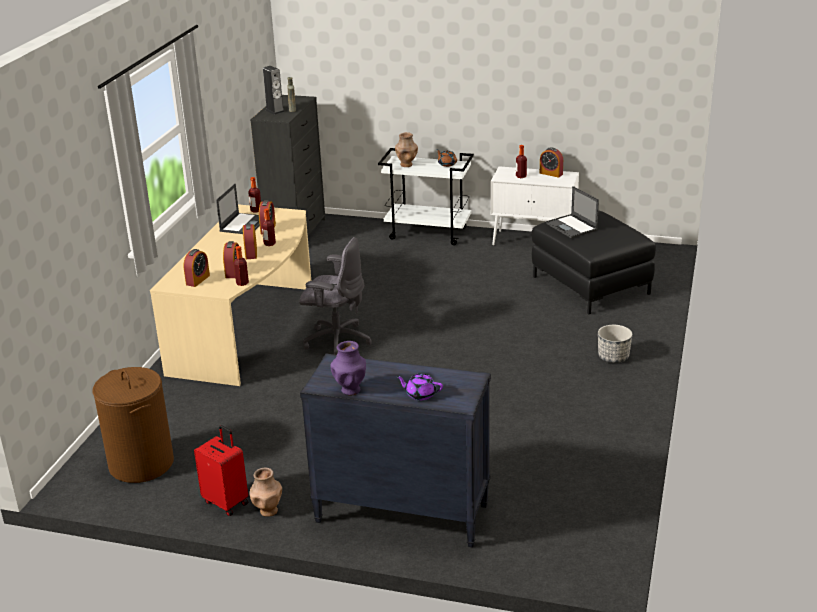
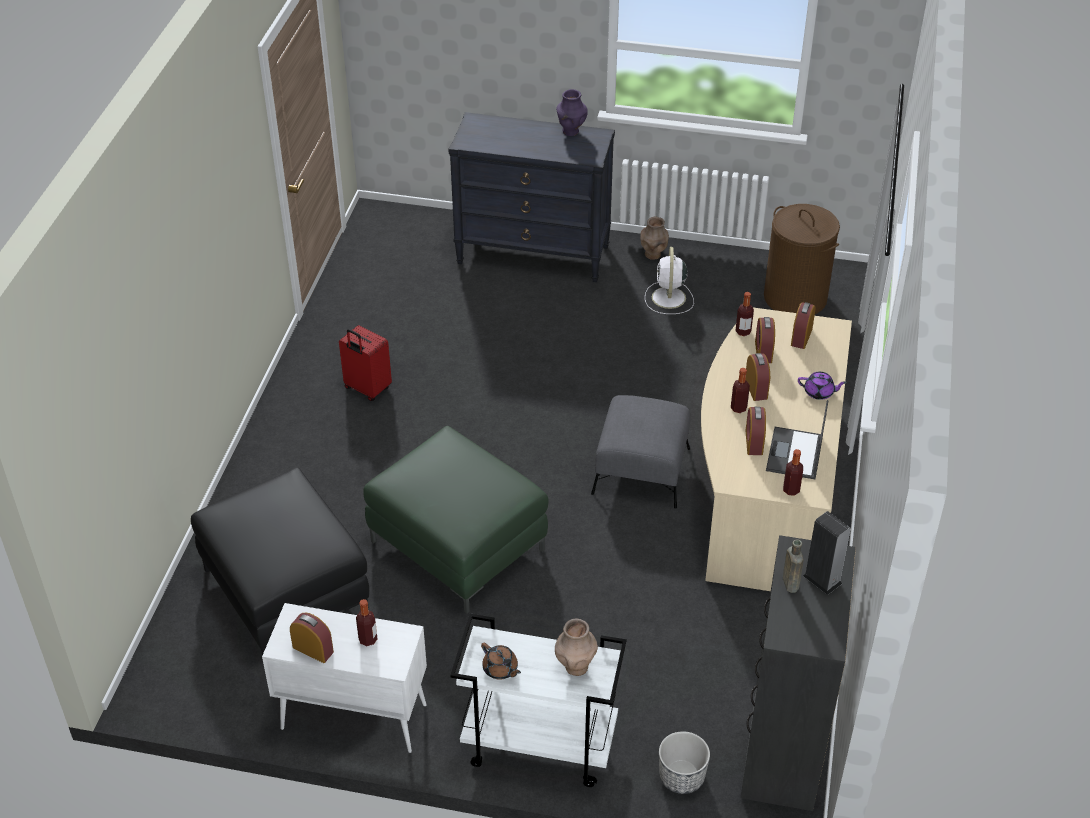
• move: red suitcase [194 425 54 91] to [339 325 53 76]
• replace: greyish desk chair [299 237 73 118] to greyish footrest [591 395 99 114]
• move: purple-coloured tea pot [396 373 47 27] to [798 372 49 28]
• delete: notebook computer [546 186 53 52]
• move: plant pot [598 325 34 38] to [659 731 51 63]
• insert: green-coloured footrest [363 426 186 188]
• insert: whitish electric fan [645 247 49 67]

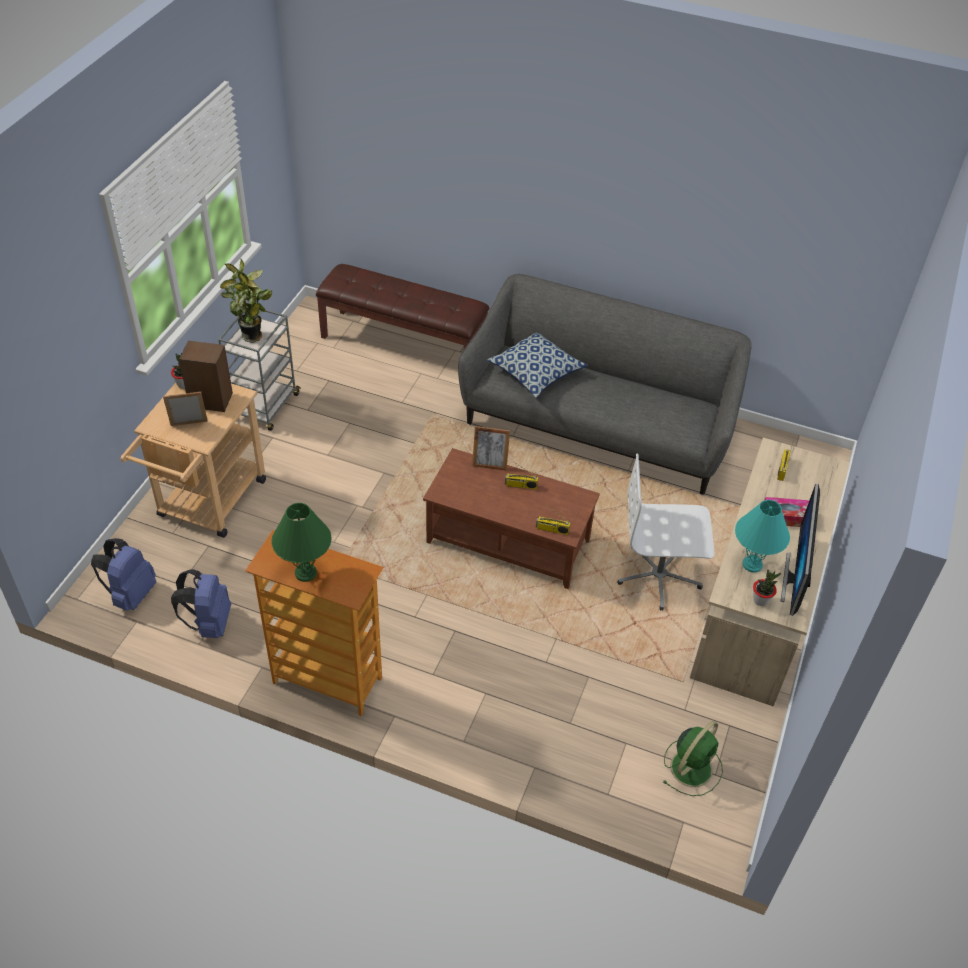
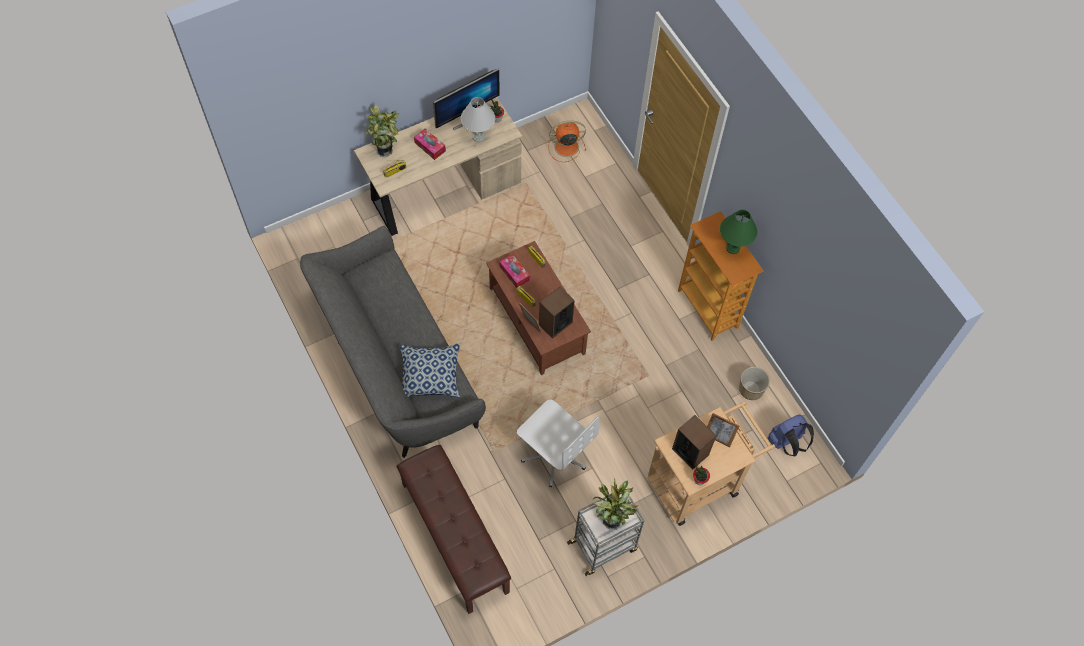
• replace: bluish rucksack [171 569 60 69] to plant pot [739 367 31 33]
• move: whitish desk chair [617 454 98 157] to [517 400 82 87]
• recolor: green-coloured electric fan [663 721 60 75] to orange electric fan [548 121 38 41]
• recolor: turquoise-coloured tabletop lamp [735 500 55 72] to whitish tabletop lamp [461 97 34 45]
• insert: potted plant [365 104 34 53]
• insert: tissue holder [500 254 30 34]
• insert: speaker [539 286 36 53]

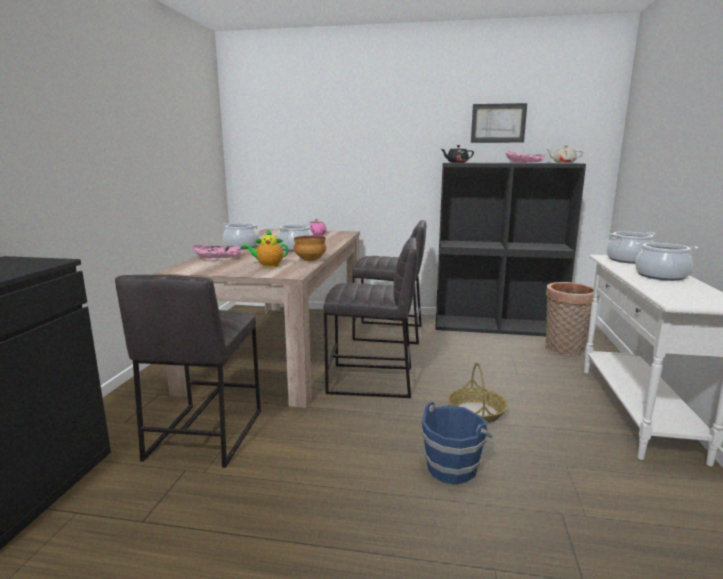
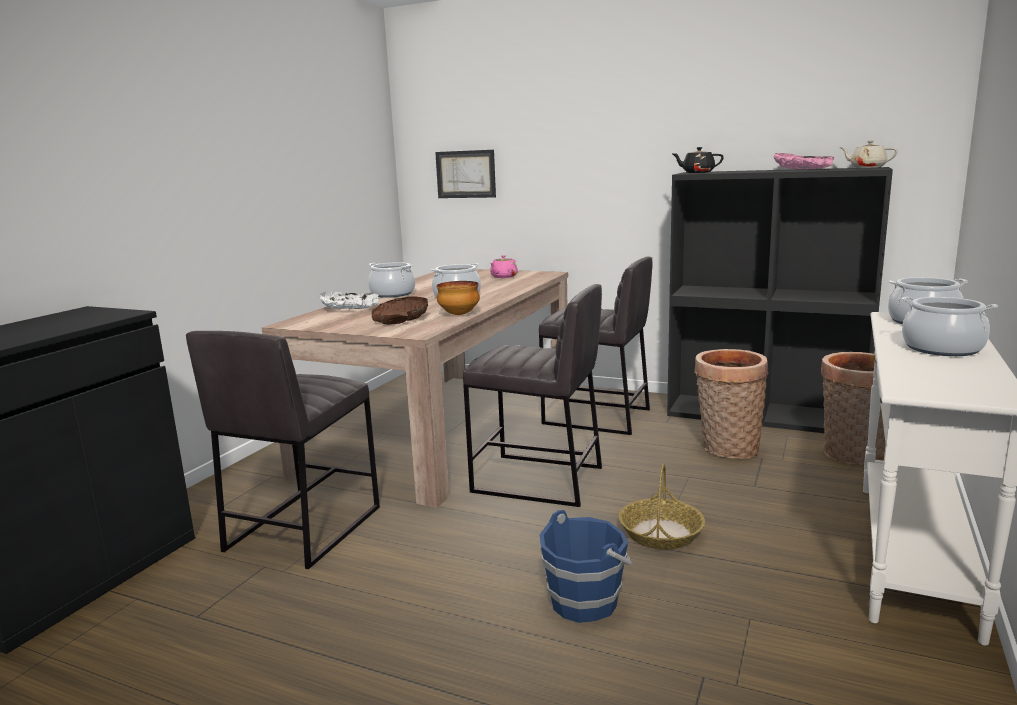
• recolor: pink bowl [193 245 48 14] to whitish bowl [320 292 59 17]
• replace: tea pot [242 230 46 38] to brownish bowl [372 297 56 28]
• move: picture [471 103 56 40] to [435 150 61 48]
• insert: storage basket [695 349 74 110]

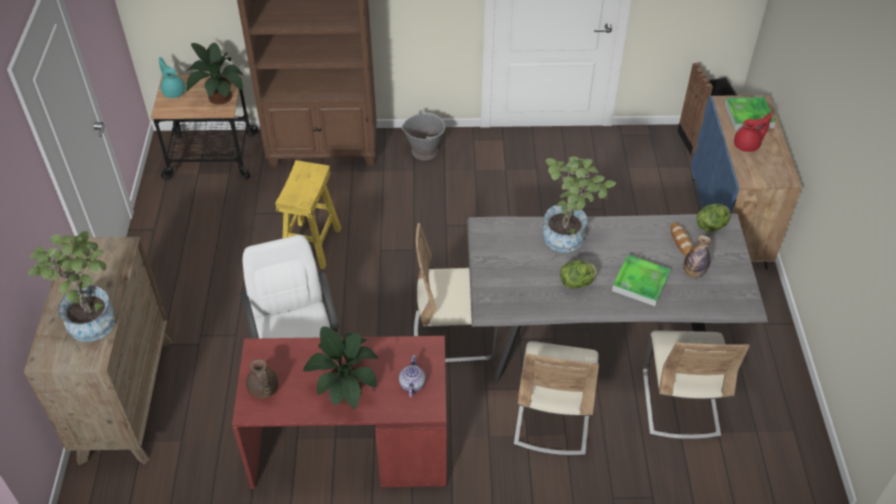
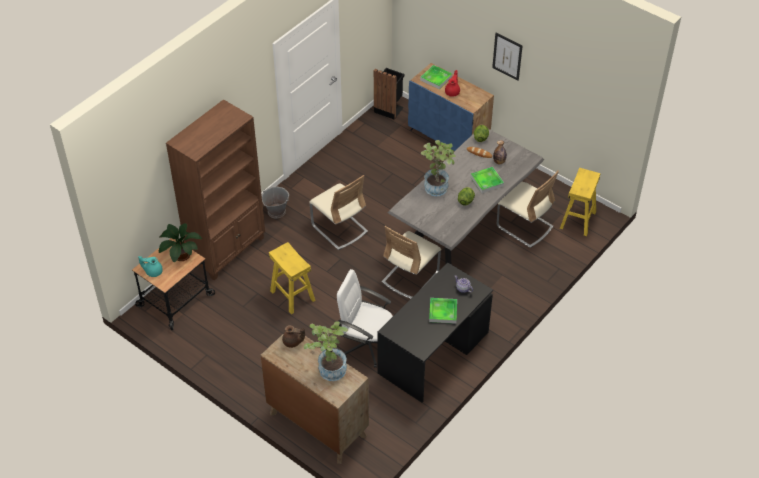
• recolor: red desk unit [232 336 215 153] to black desk unit [378 263 115 140]
• move: brownish tea pot [246 359 32 40] to [282 325 23 23]
• replace: potted plant [303 326 76 83] to tray [429 298 28 26]
• move: beige upright chair [514 341 85 115] to [309 175 59 75]
• insert: picture [492 33 31 48]
• insert: yellowish stool [560 168 40 68]

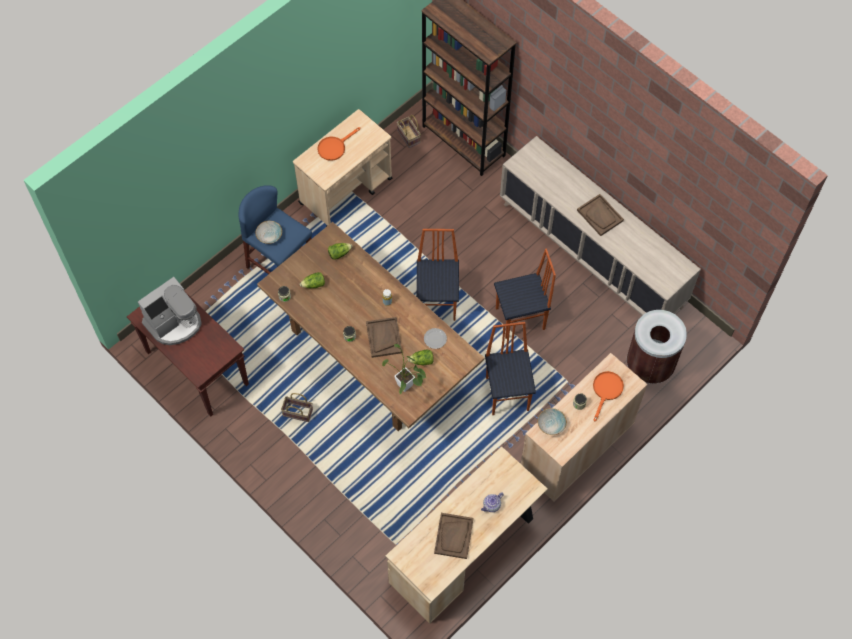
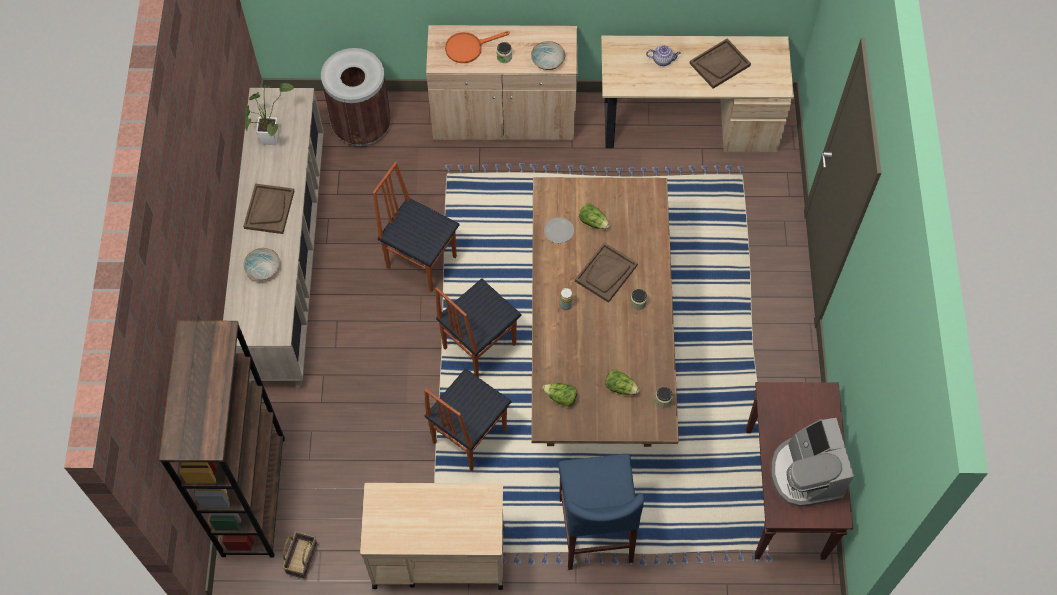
• rotate: coffee maker [138 277 64 68] = [771 418 83 89] 105 degrees counterclockwise
• move: bowl [255 221 27 23] to [243 248 37 32]
• delete: storage basket [281 393 32 29]
• delete: orange pan [317 127 43 34]
• move: potted plant [382 344 44 50] to [245 83 49 62]
• move: upright chair [485 322 51 93] to [424 368 88 103]

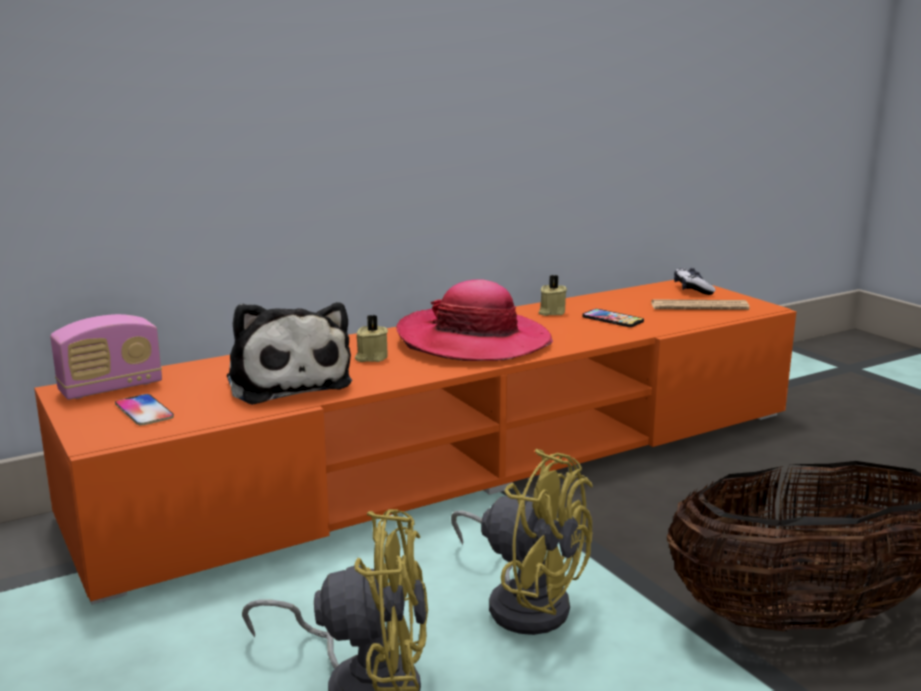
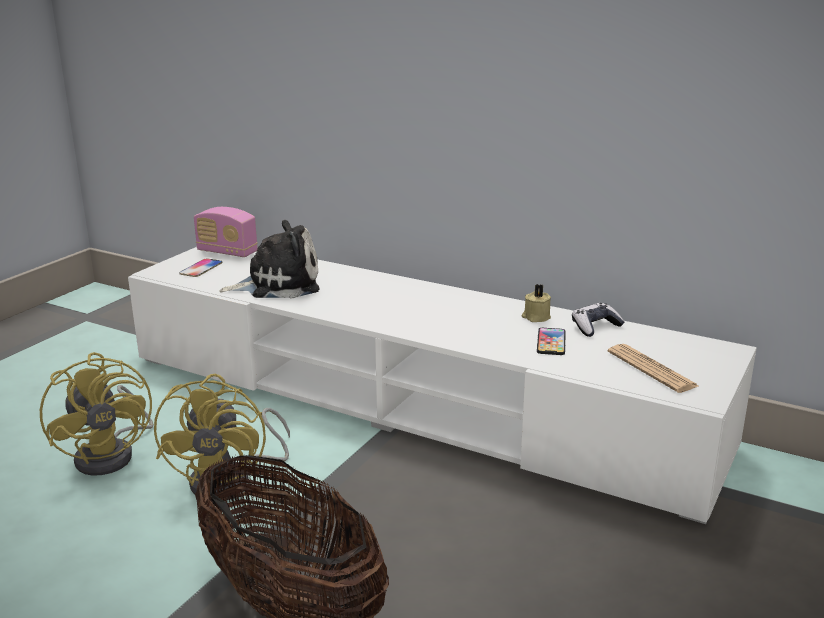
• recolor: orange media console [34 280 762 325] to whitish media console [128 247 629 277]
• rotate: plush toy [227 302 125 103] = [219 220 101 79] 135 degrees counterclockwise
• delete: beige candle [355 315 33 47]
• delete: hat [396 279 157 82]
• move: joypad [674 268 42 27] to [572 303 53 34]

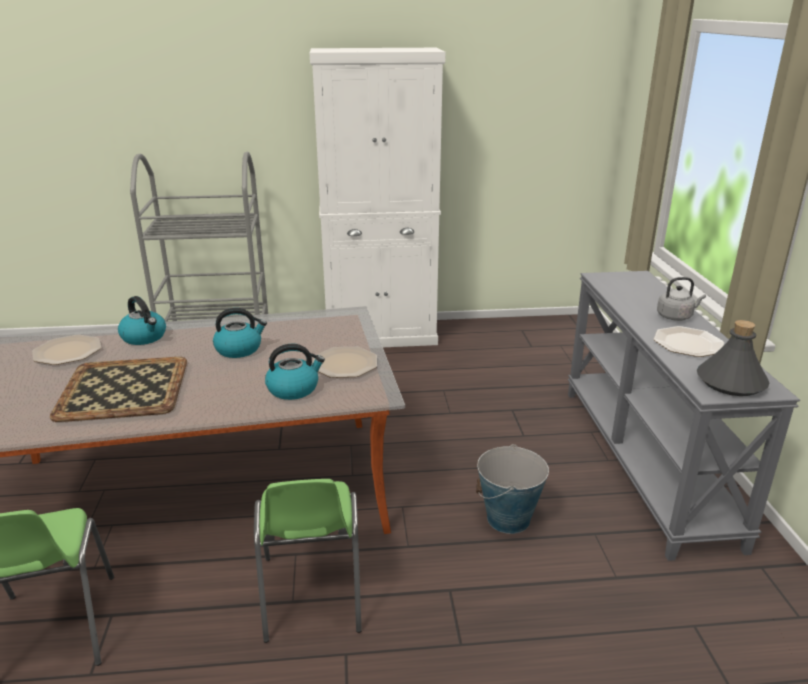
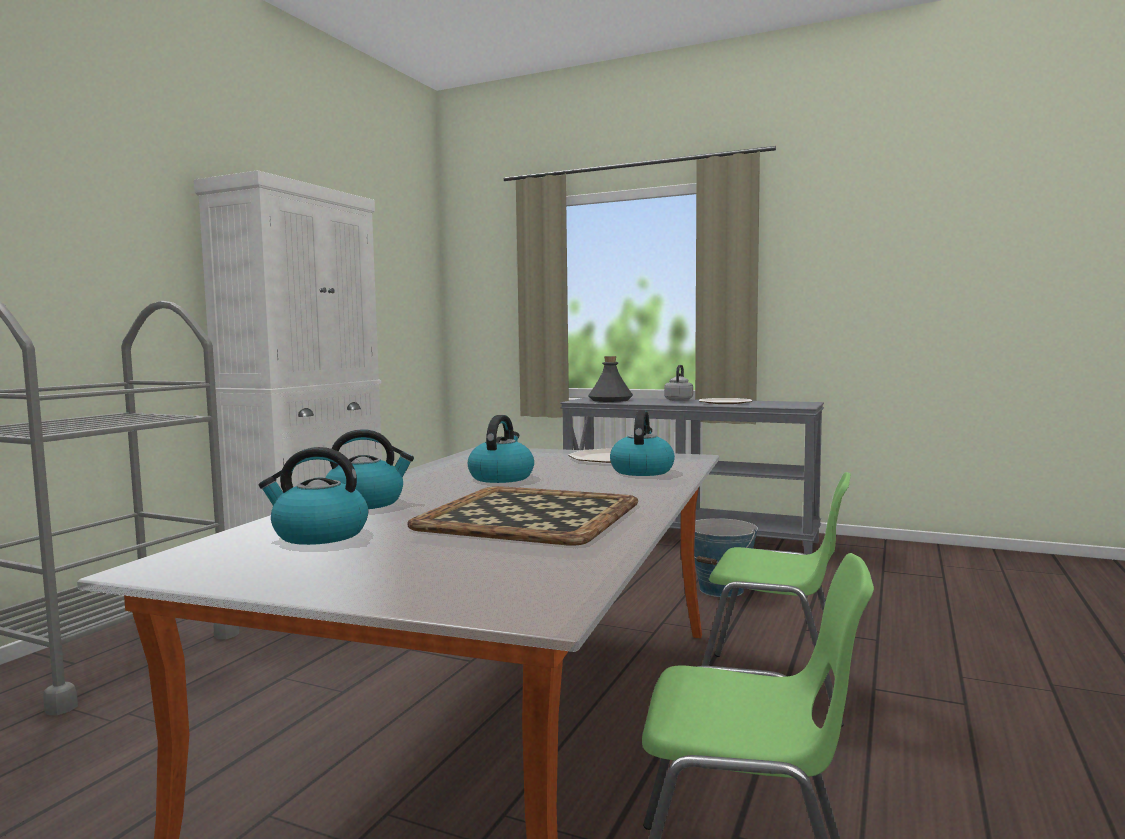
• replace: dinner plate [32 335 70 30] to water kettle [259 447 109 98]
• move: greyish beverage bottle [697 320 72 76] to [588 356 45 46]

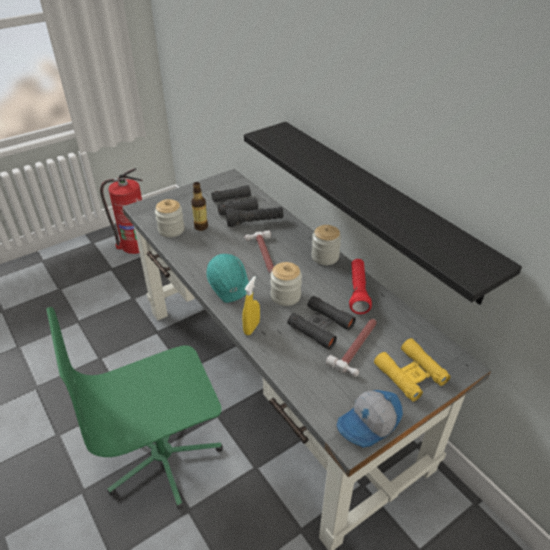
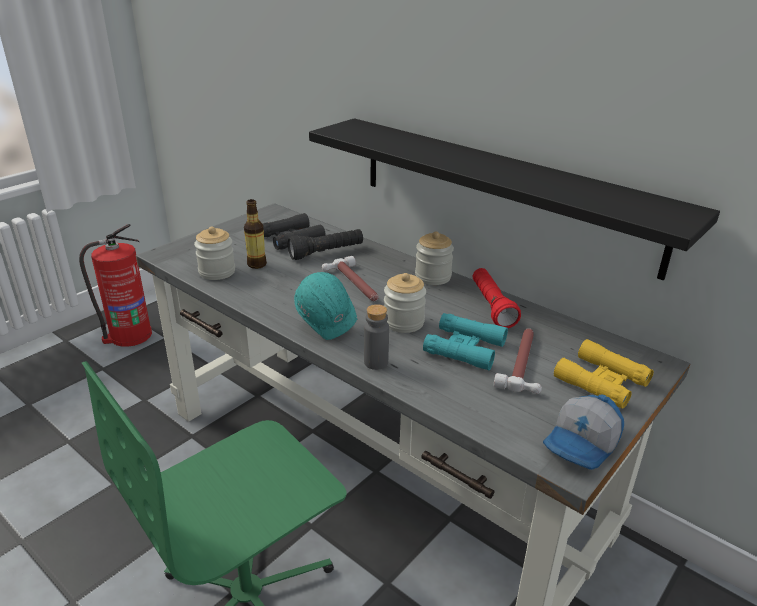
• replace: yellowish hand sprayer [242 276 18 59] to greyish beverage bottle [364 304 25 66]
• recolor: black binoculars [287 296 69 54] to turquoise-coloured binoculars [423 313 85 57]

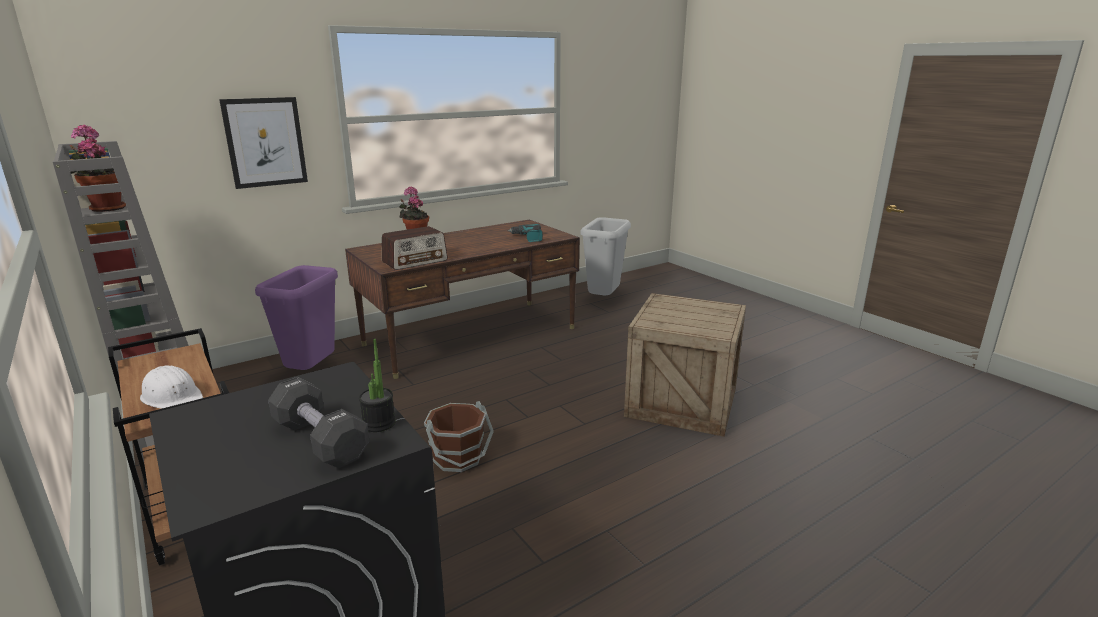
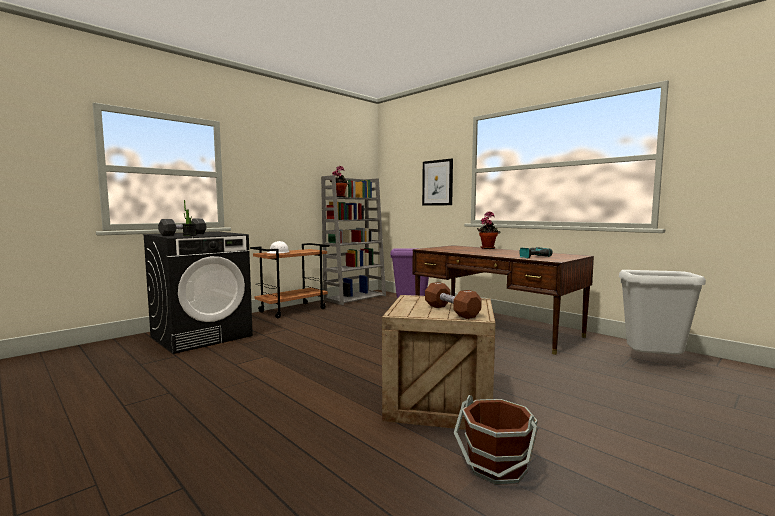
• delete: radio set [382 226 66 44]
• move: brownish bucket [424 401 70 71] to [454 395 84 90]
• insert: brownish free weight [425 282 57 37]

